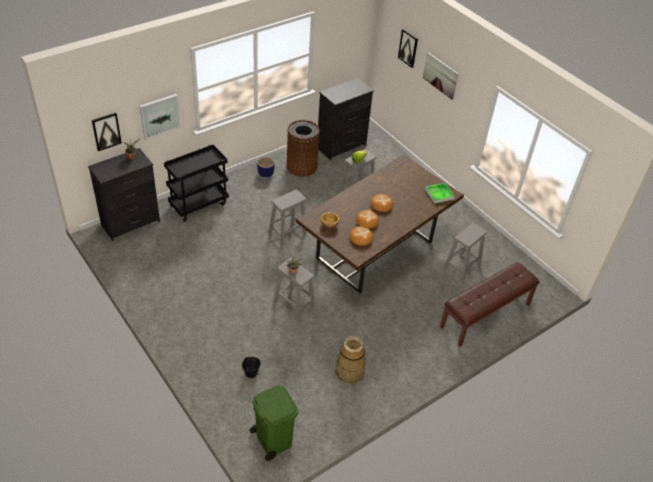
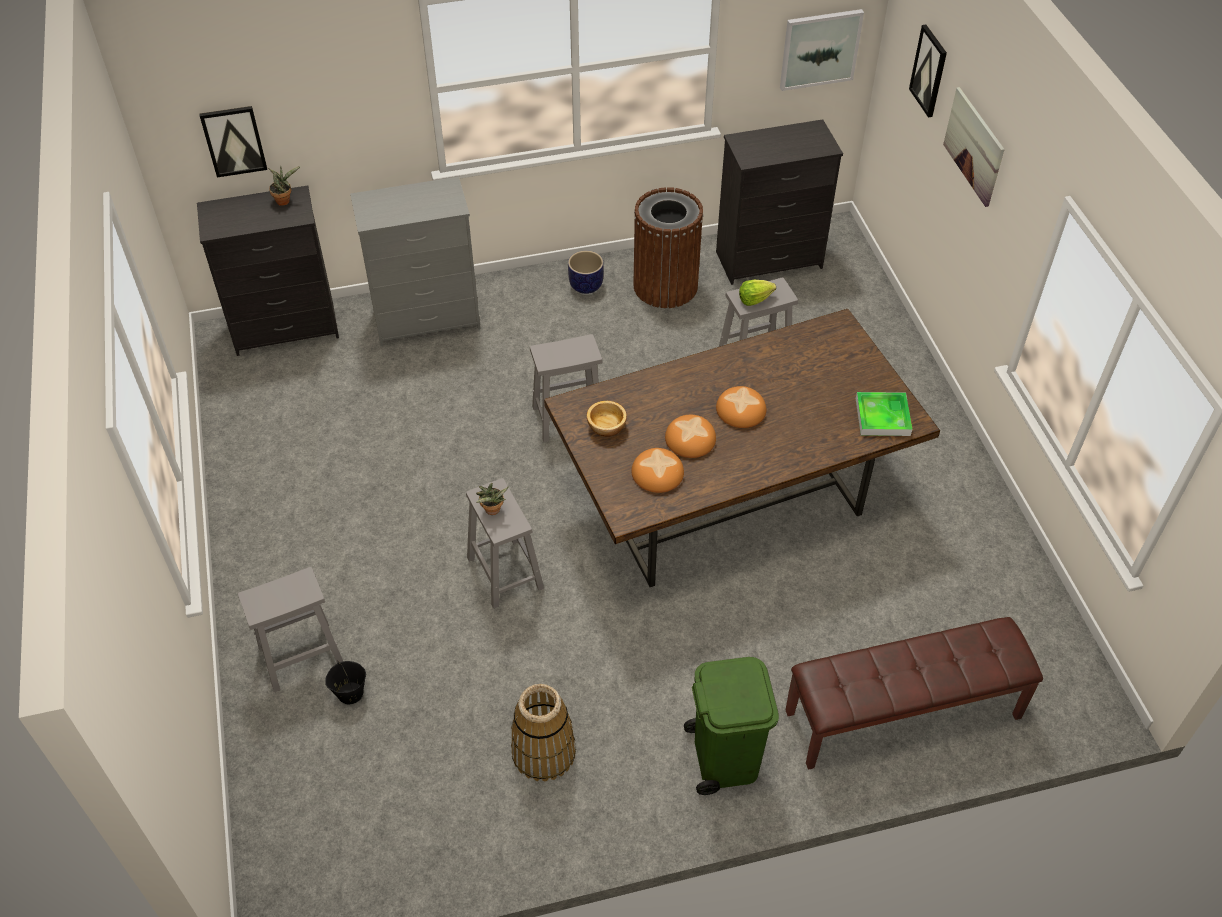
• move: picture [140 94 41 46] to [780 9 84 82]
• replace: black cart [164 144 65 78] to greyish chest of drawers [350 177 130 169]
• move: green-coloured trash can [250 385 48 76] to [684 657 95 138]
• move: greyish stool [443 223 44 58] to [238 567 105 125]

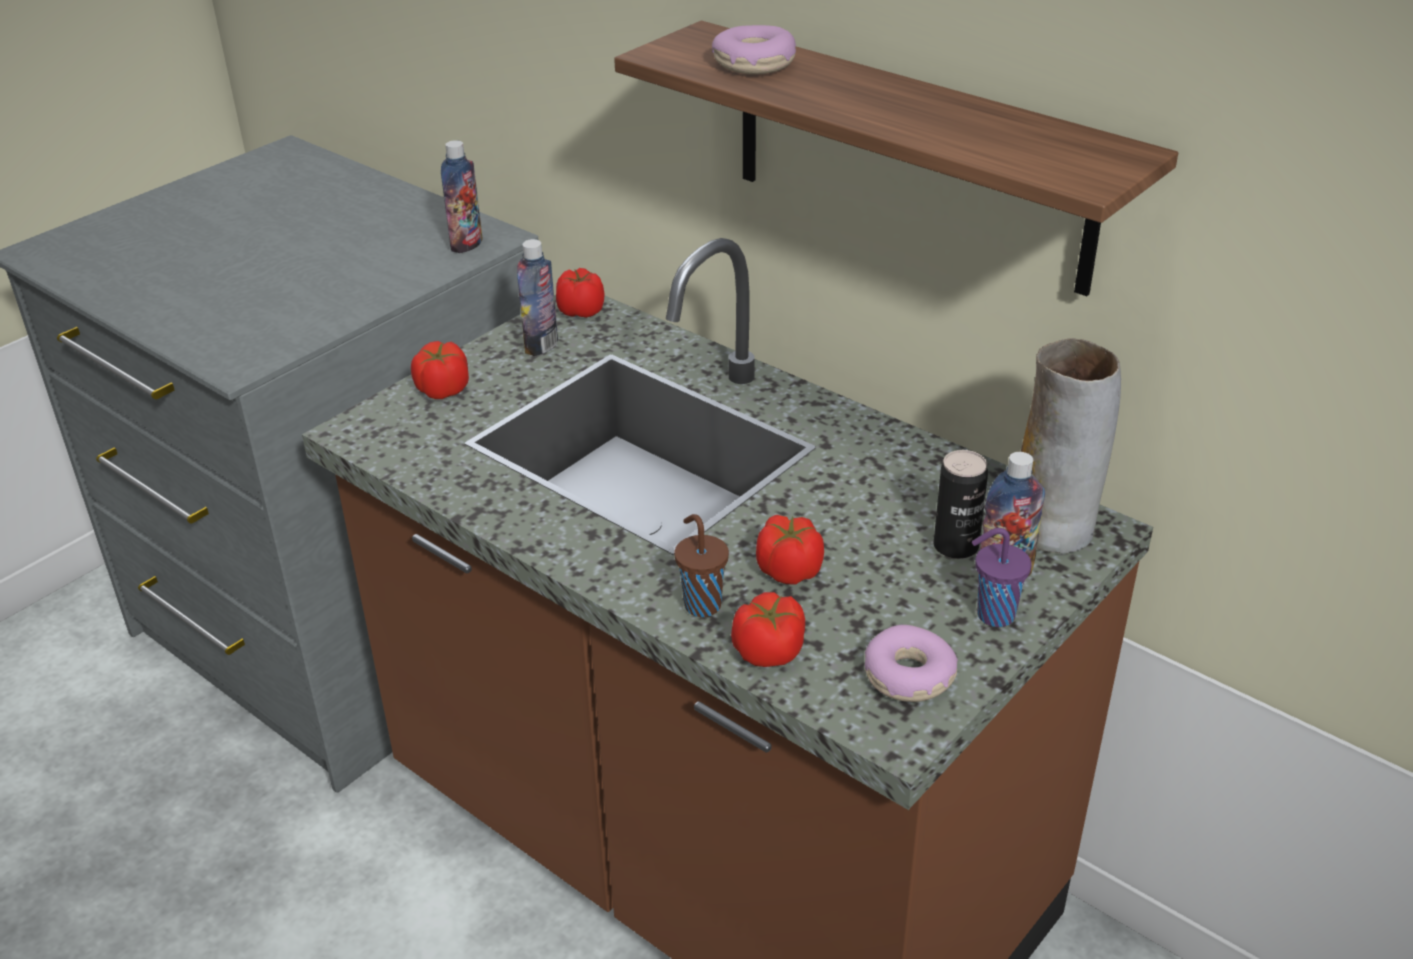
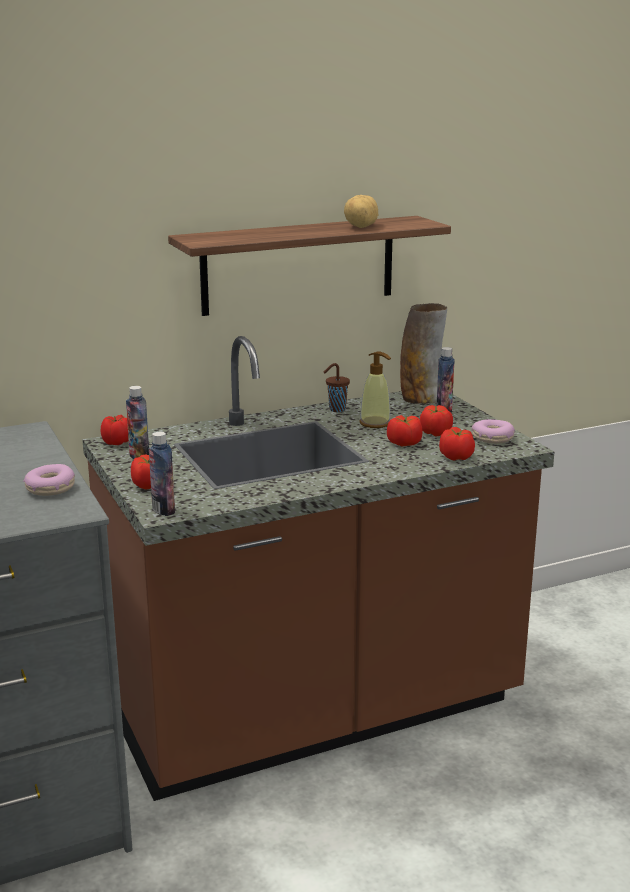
• move: beverage bottle [441 140 42 113] to [149 432 26 84]
• move: brownish small cup [674 514 55 103] to [324 363 26 49]
• move: ring doughnut [712 25 84 49] to [23 464 52 32]
• delete: metal can [934 450 54 109]
• delete: purple-coloured small cup [972 528 60 99]
• insert: whole potato [344 195 34 33]
• insert: soap dispenser [359 351 32 77]
• insert: whole tomato [420 405 33 31]

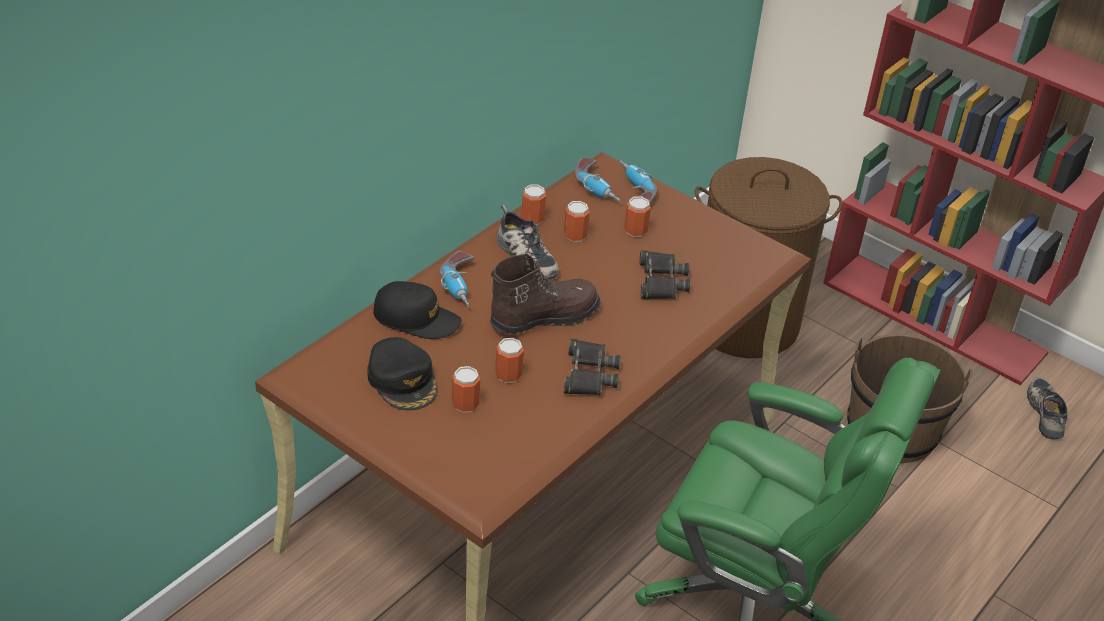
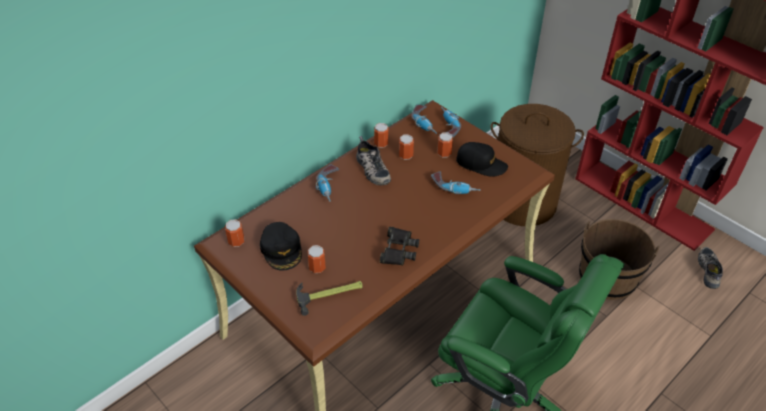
• move: black peaked cap [373 281 89 58] to [456 142 52 35]
• delete: brownish boot [490 253 111 81]
• move: metal can [495 338 29 45] to [225 219 19 28]
• replace: black binoculars [640 250 50 49] to power drill [431 171 50 23]
• insert: tool hammer [296 281 67 35]

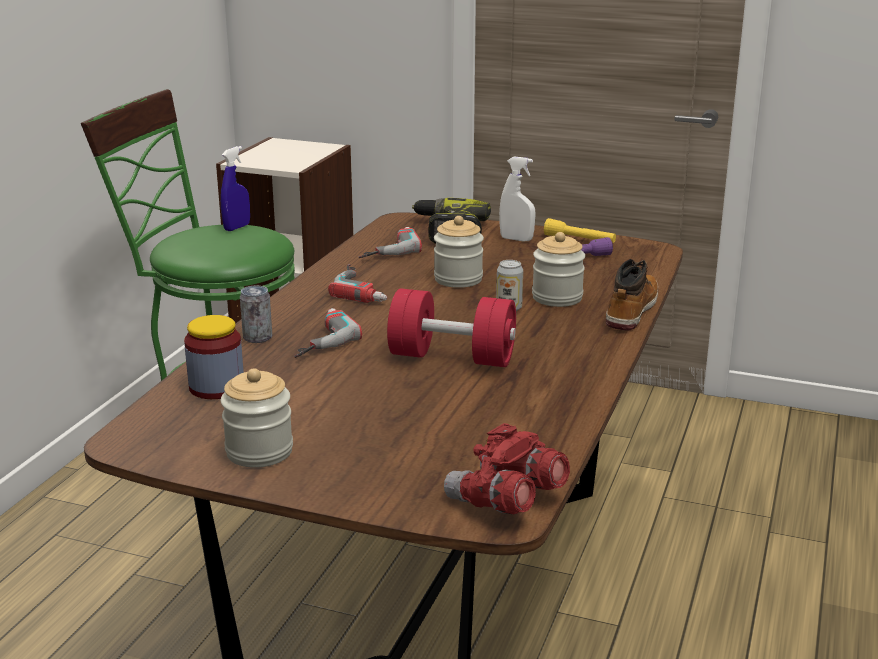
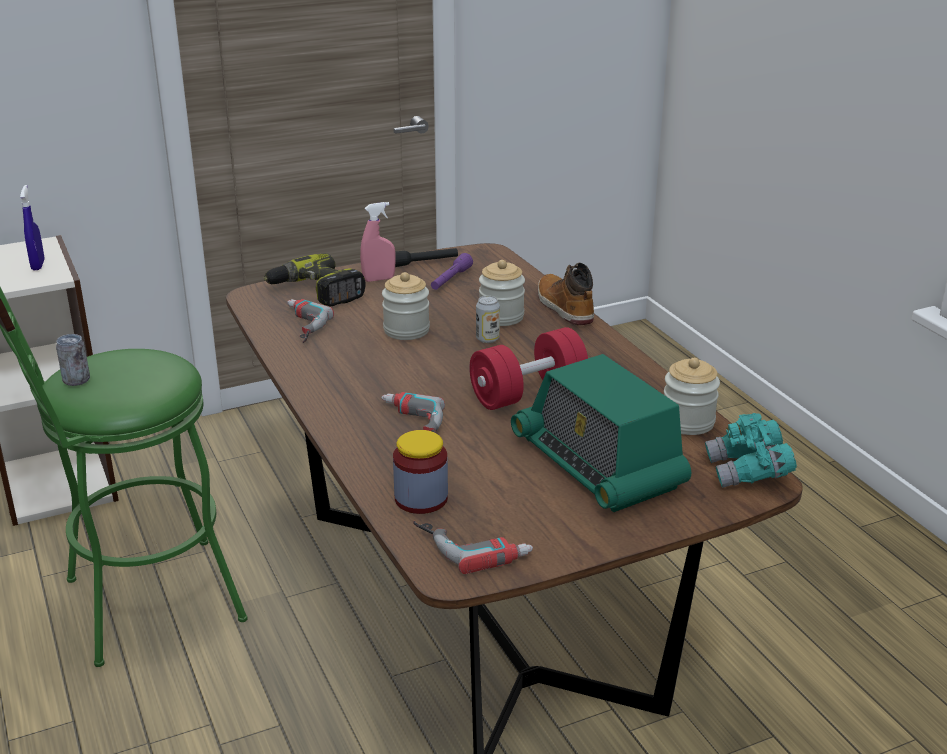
• move: bluish hand sprayer [221 146 29 85] to [20 185 25 85]
• move: jar [221 368 72 100] to [664 358 56 77]
• move: metal can [240 285 32 58] to [56 334 34 52]
• move: power drill [328 264 59 39] to [413 521 120 53]
• recolor: red binoculars [444 423 126 91] to turquoise-coloured binoculars [705 413 92 75]
• recolor: whitish hand sprayer [499 156 36 86] to pink hand sprayer [360 202 36 80]
• recolor: yellowish flashlight [544 218 72 25] to black flashlight [395 248 63 19]
• insert: radio set [511 354 180 158]

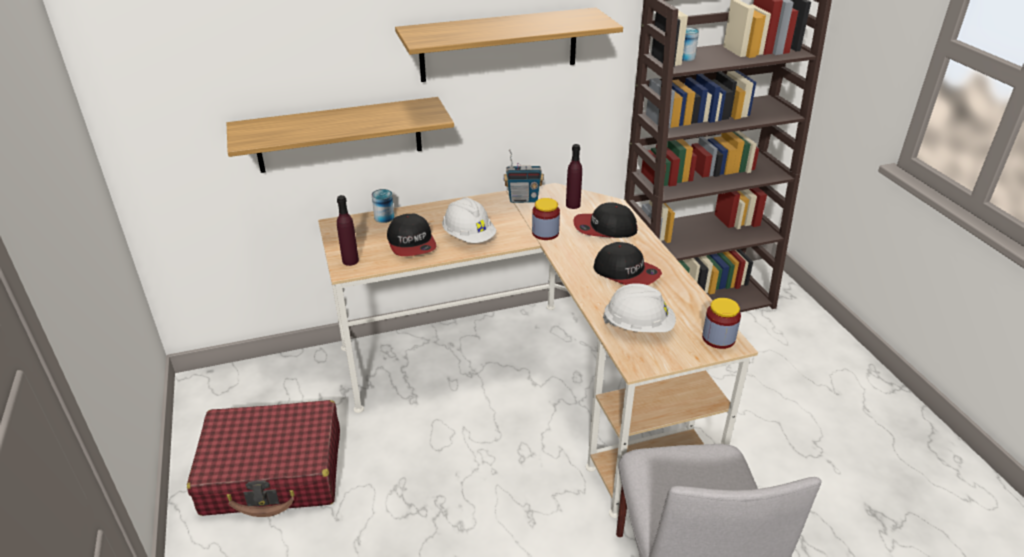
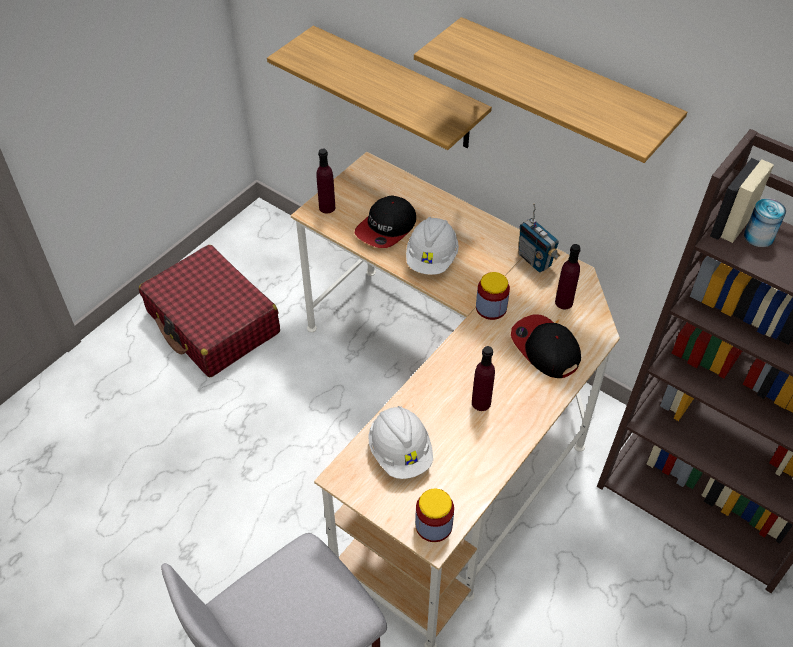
• delete: metal can [372 189 23 34]
• replace: peaked cap [594 242 68 43] to purple-coloured beverage bottle [472 346 23 65]

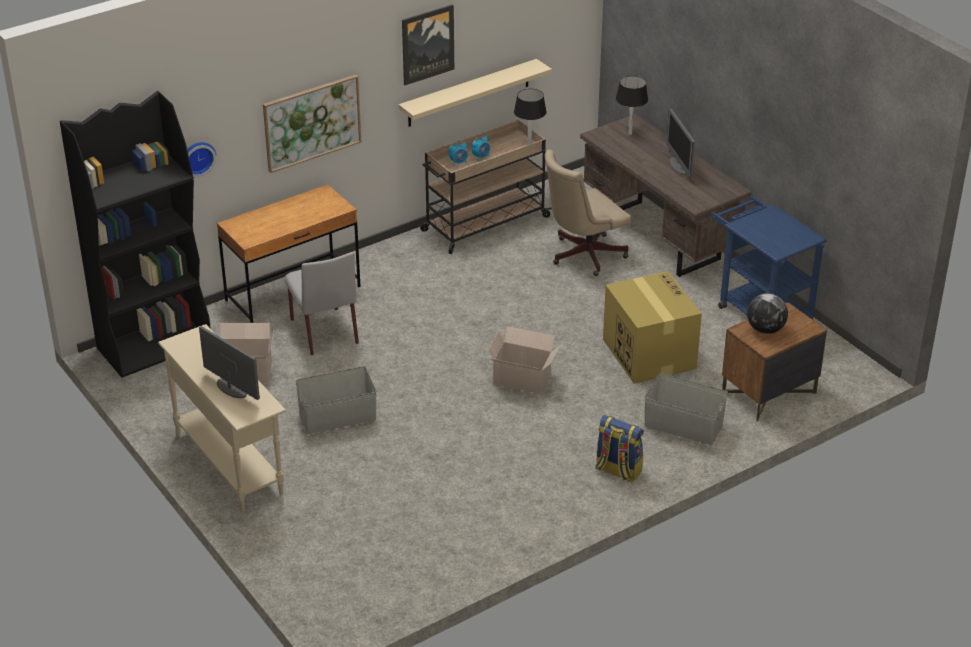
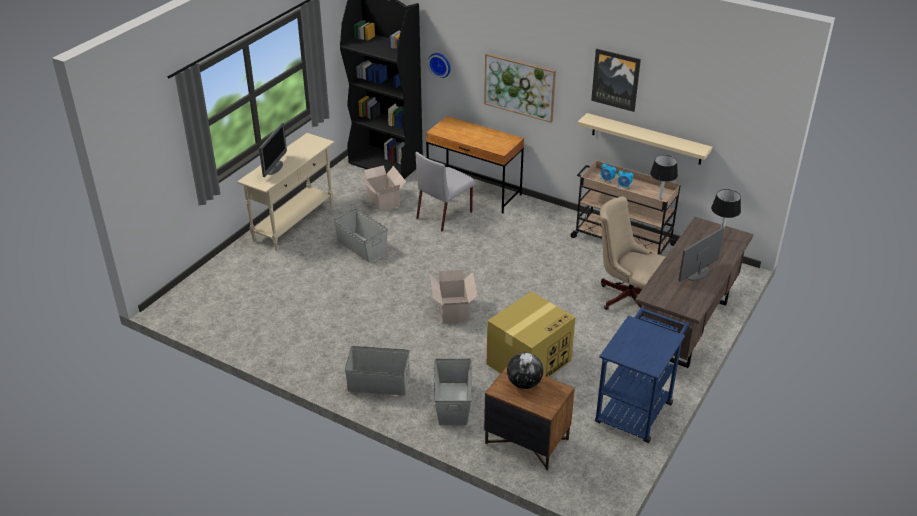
• replace: rucksack [595 415 49 68] to greyish storage container [345 346 65 49]

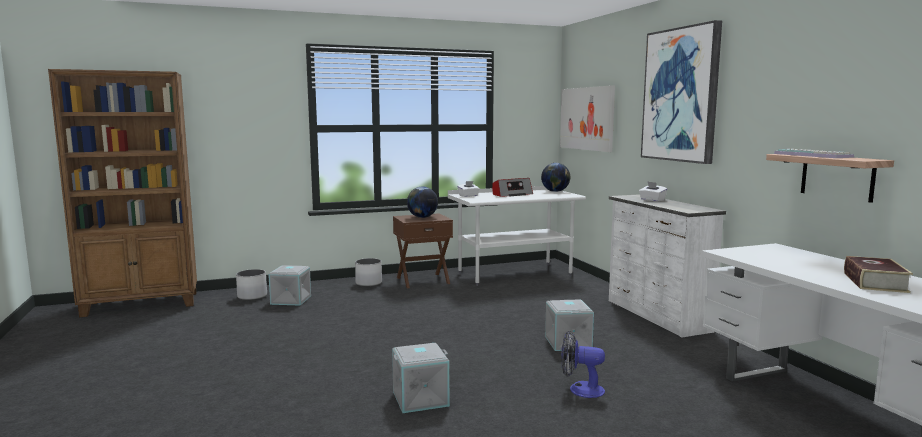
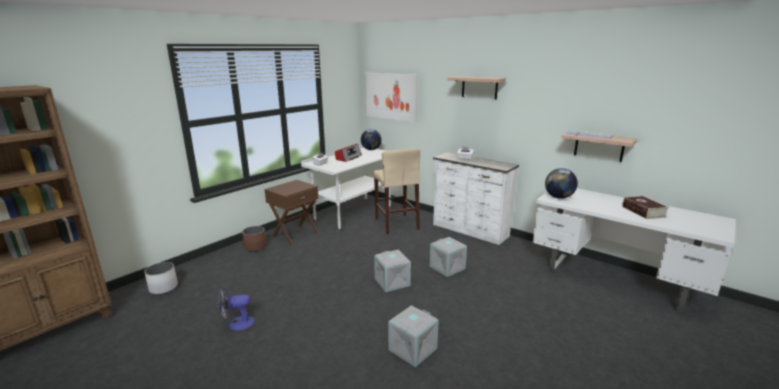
• move: greyish storage container [268 265 43 41] to [374 250 37 42]
• recolor: whitish plant pot [355 258 27 29] to brownish plant pot [242 226 25 26]
• move: globe [407 186 31 32] to [545 168 33 31]
• move: electric fan [561 331 44 67] to [218 288 36 43]
• replace: picture [641 20 81 144] to shelf [447 76 59 23]
• insert: beige stool [373 148 47 86]

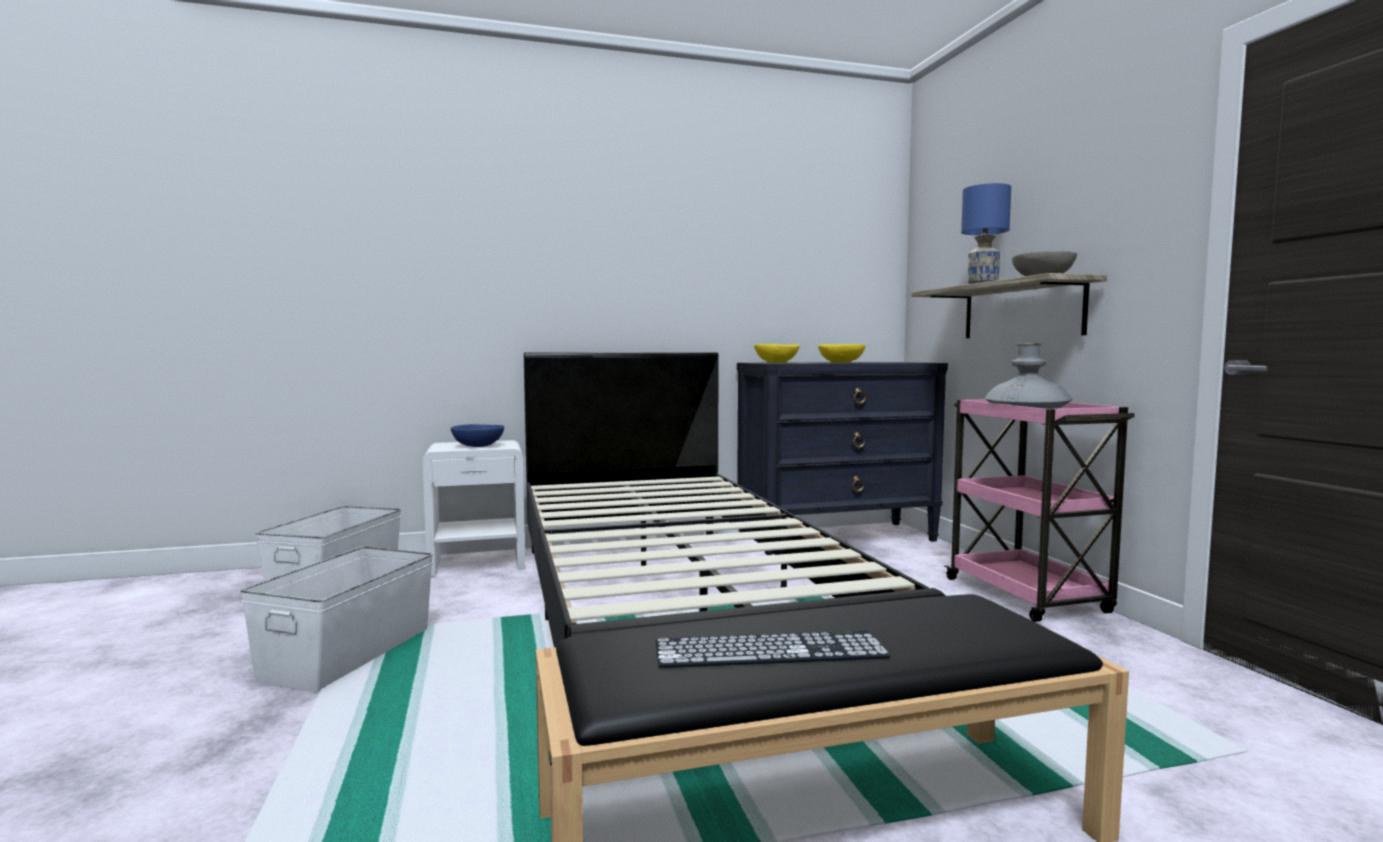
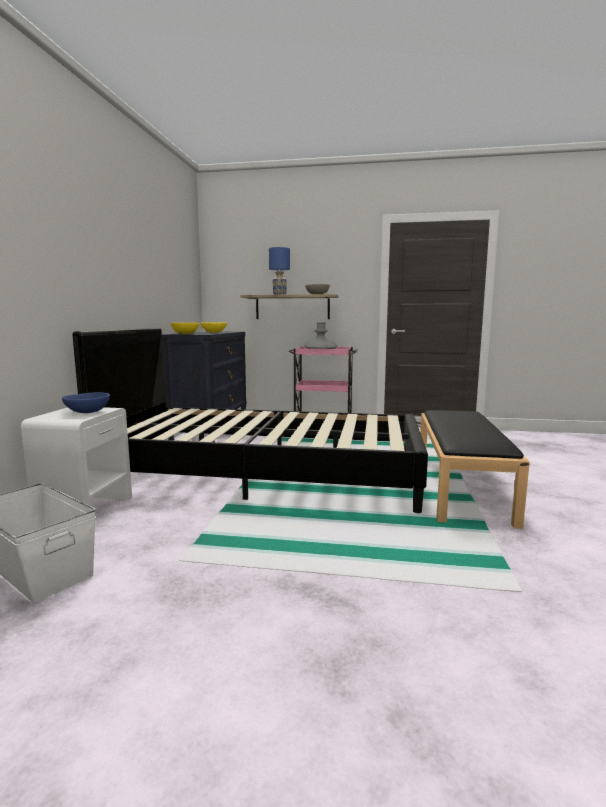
• delete: whitish storage container [240 546 193 147]
• delete: keyboard [656 631 234 37]

